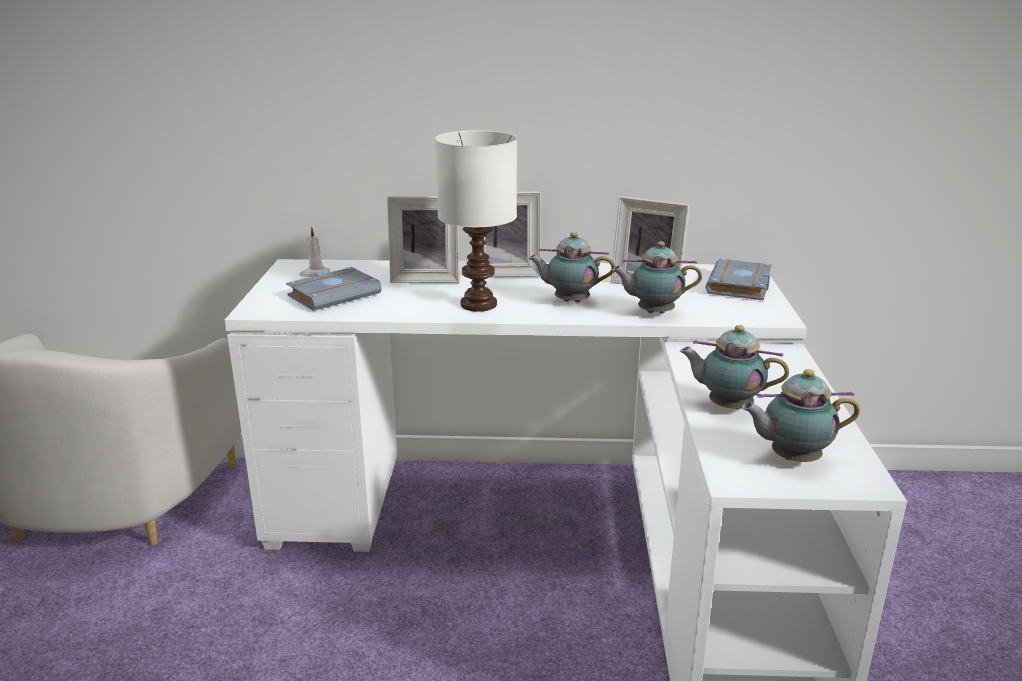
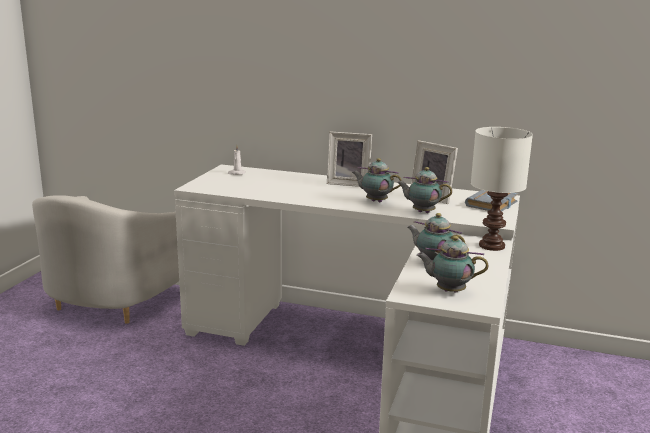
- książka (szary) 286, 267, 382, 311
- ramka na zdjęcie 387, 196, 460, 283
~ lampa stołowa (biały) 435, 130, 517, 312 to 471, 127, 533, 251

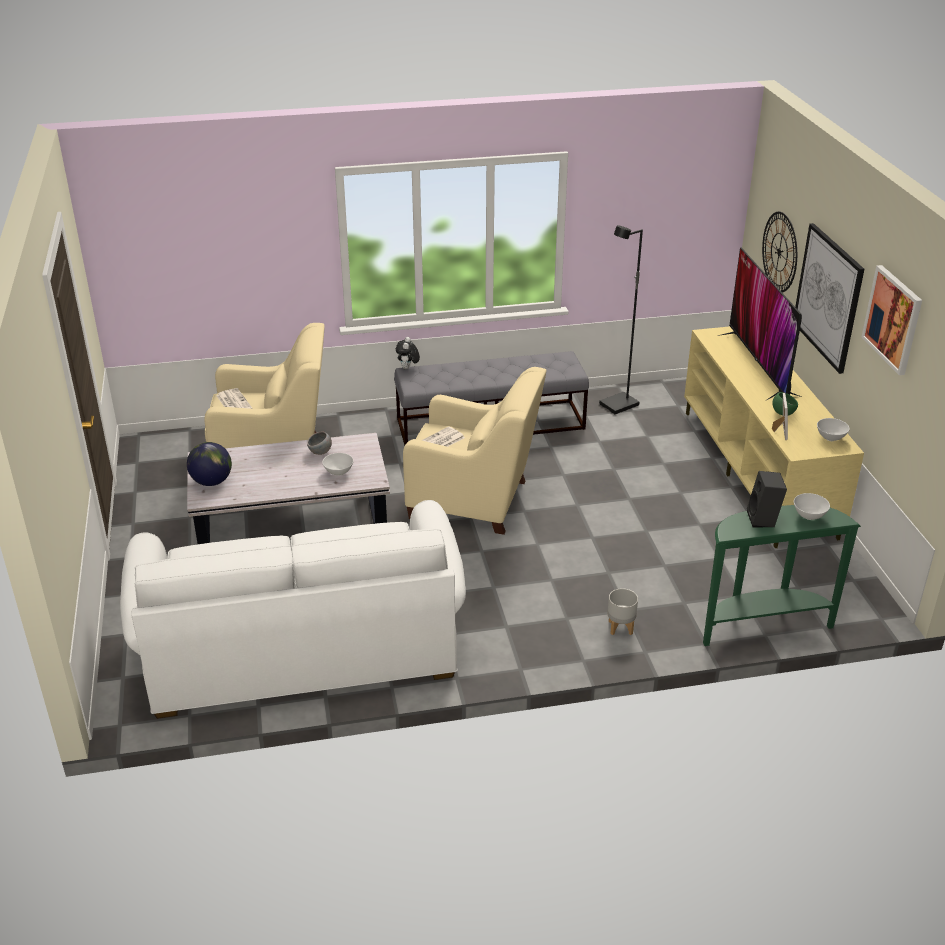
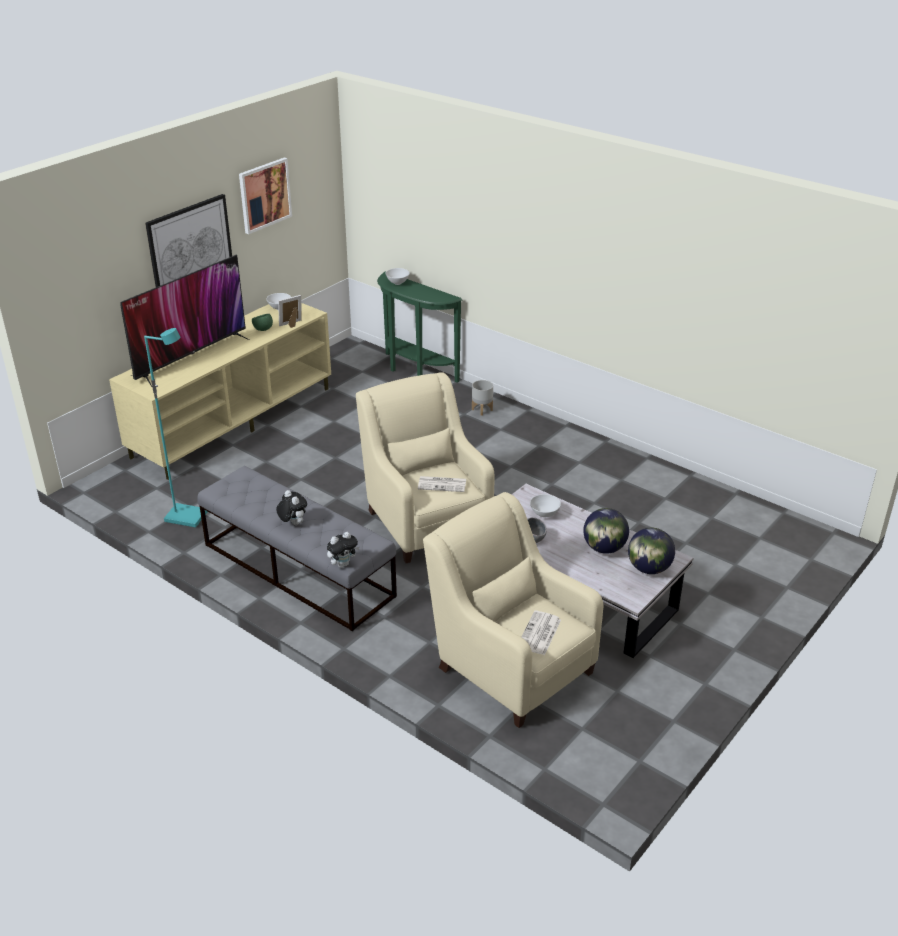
- kanapa (biały) 120, 500, 466, 719
- głośnik (czarny) 747, 471, 787, 527
- zegar ścienny 762, 212, 797, 292
+ pluszak 276, 490, 307, 525
+ globus 583, 508, 629, 554
~ lampa stojąca (czarny) 599, 225, 643, 414 to lampa stojąca (turkusowy) 144, 328, 208, 528

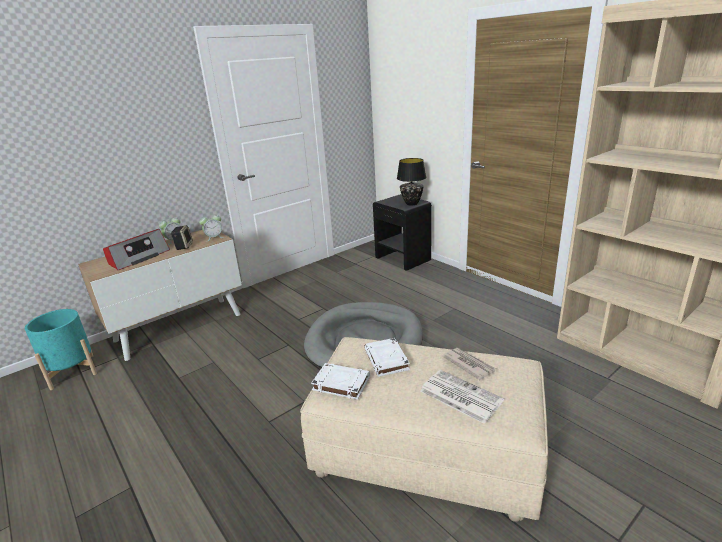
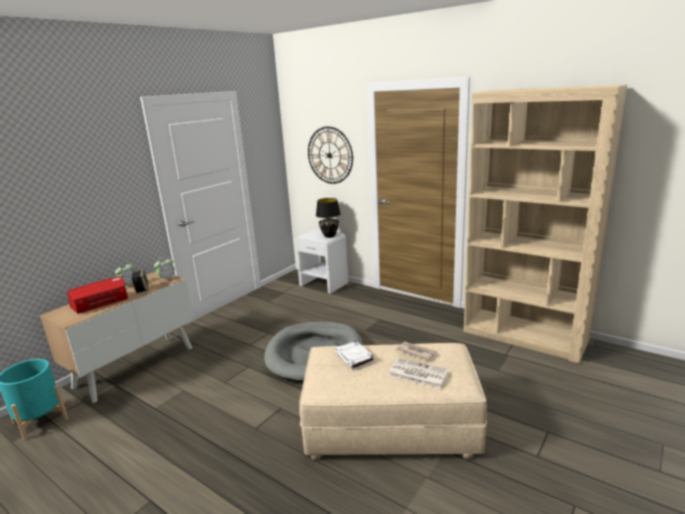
- książka (biały) 311, 363, 370, 399
+ zegar ścienny 308, 127, 353, 184
~ szafka nocna (czarny) 373, 194, 432, 271 to szafka nocna (biały) 295, 229, 349, 294
~ radio 103, 229, 170, 270 = 67, 276, 128, 314 150 degrees counterclockwise

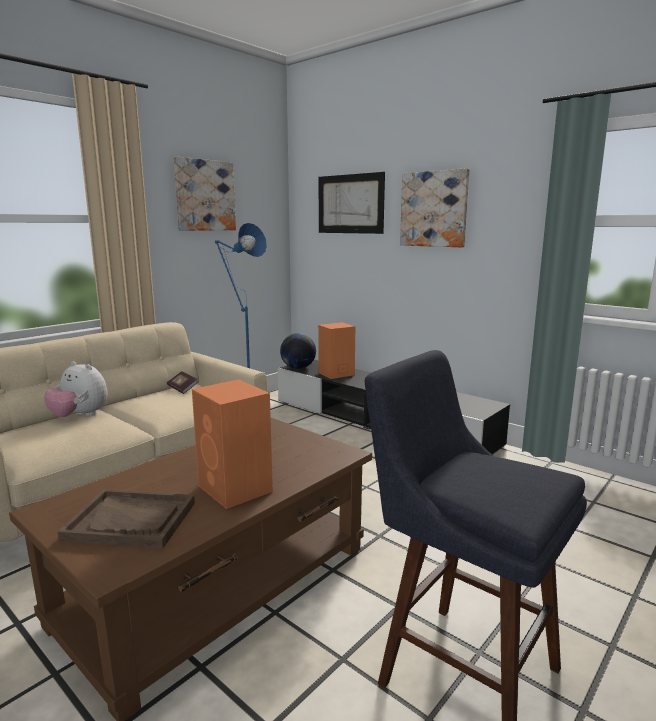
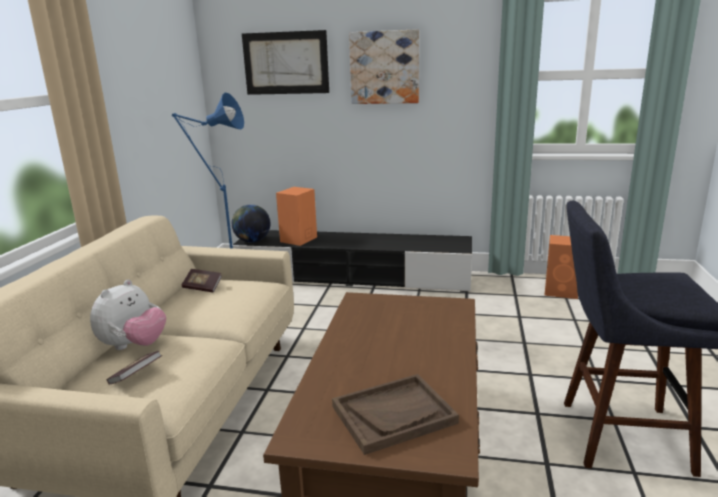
- obraz 174, 157, 236, 231
+ książka 107, 351, 162, 385
~ głośnik (pomarańczowy) 192, 379, 273, 509 to 544, 235, 578, 299
~ pluszak 44, 361, 108, 417 = 90, 280, 166, 350 60 degrees counterclockwise

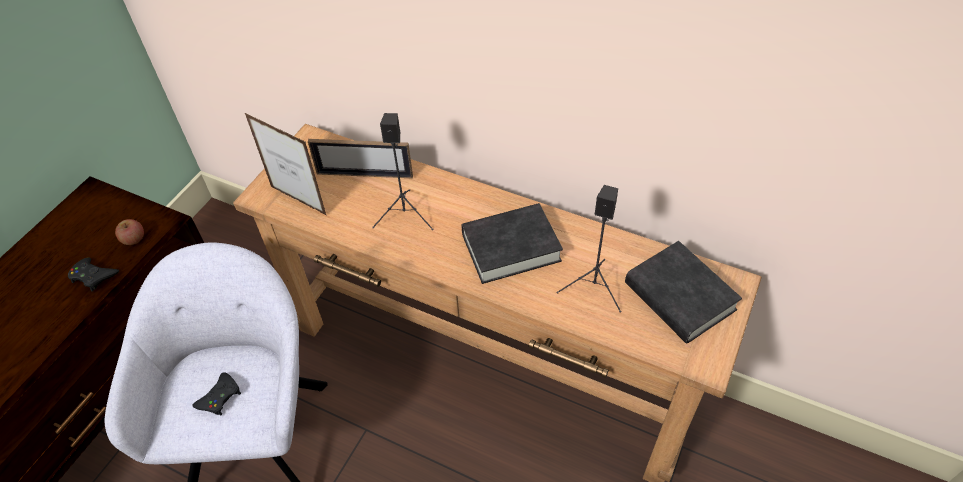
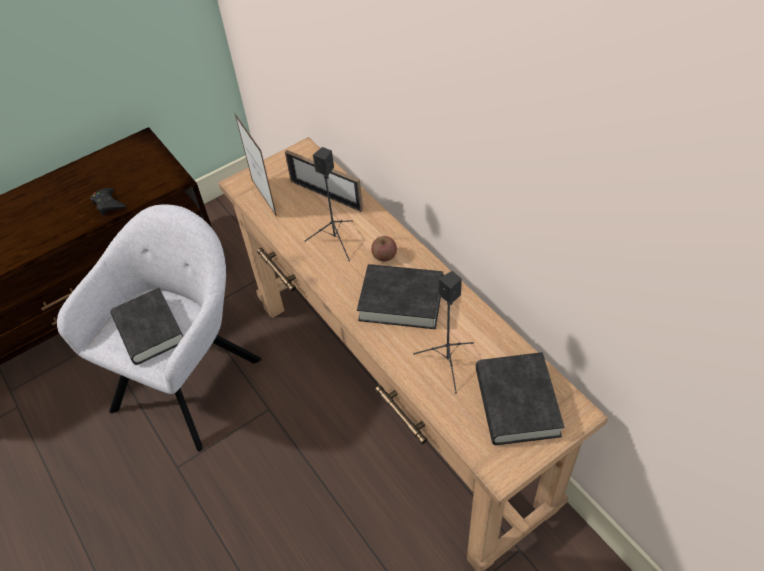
~ jabłko 115, 219, 144, 245 to 371, 236, 397, 262
~ pad do gier (czarny) 192, 372, 241, 416 to książka (czarny) 110, 288, 183, 365

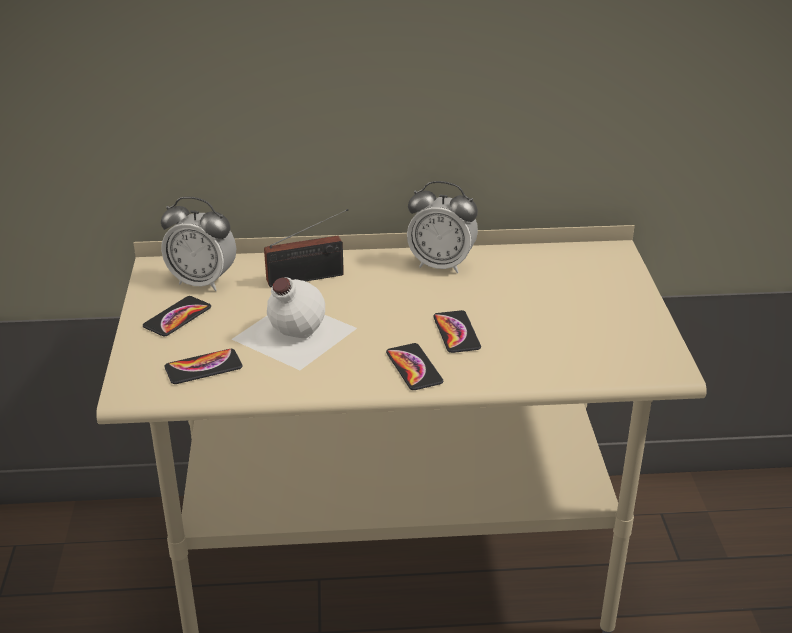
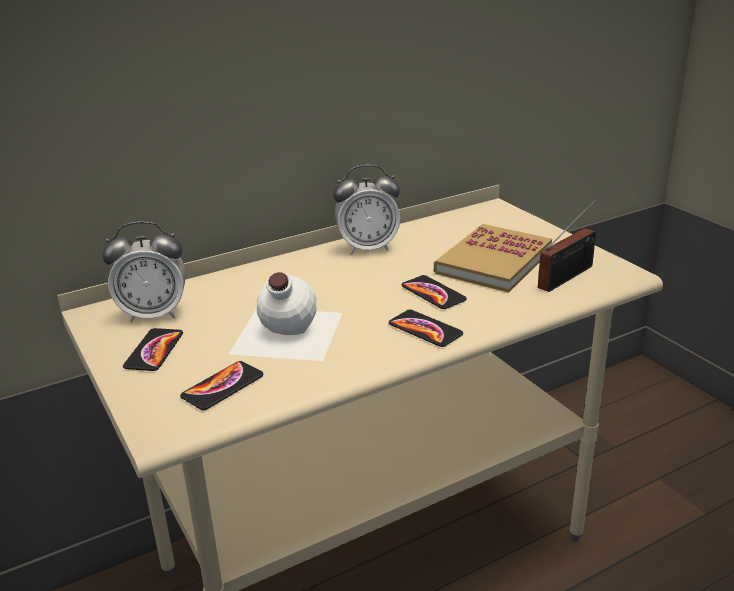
+ książka 434, 224, 552, 292
~ radio 264, 209, 348, 287 to 538, 198, 597, 292

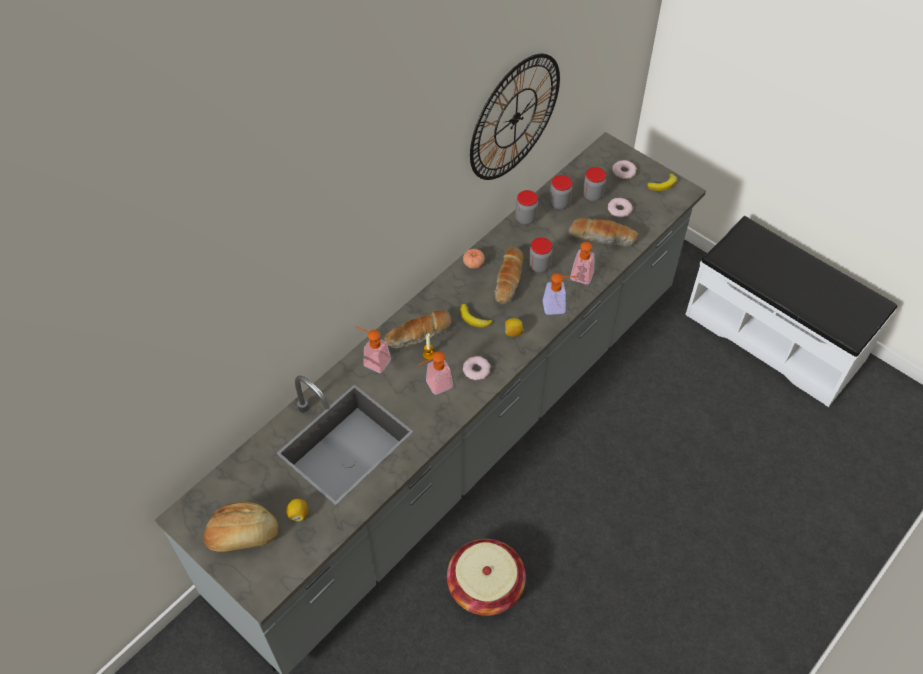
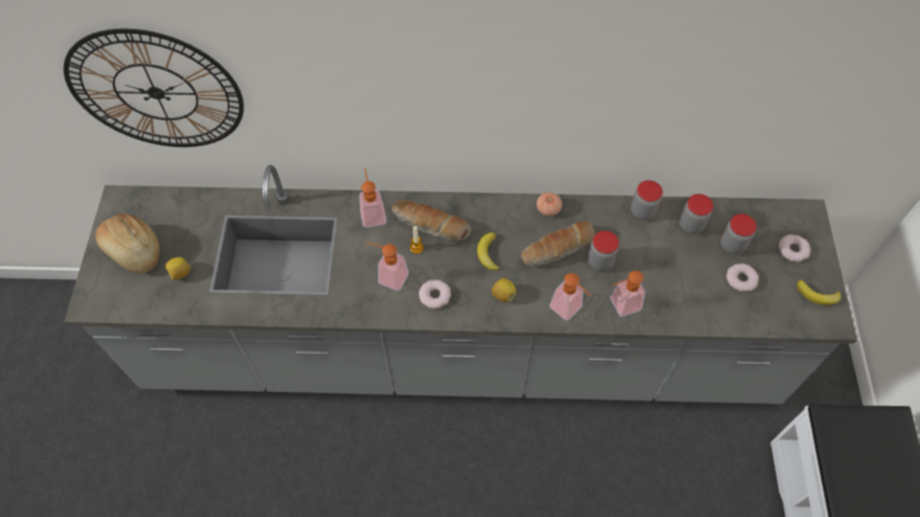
- koszyk 447, 539, 526, 616
- chleb 568, 218, 638, 247
~ zegar ścienny 470, 54, 560, 180 to 63, 29, 244, 147

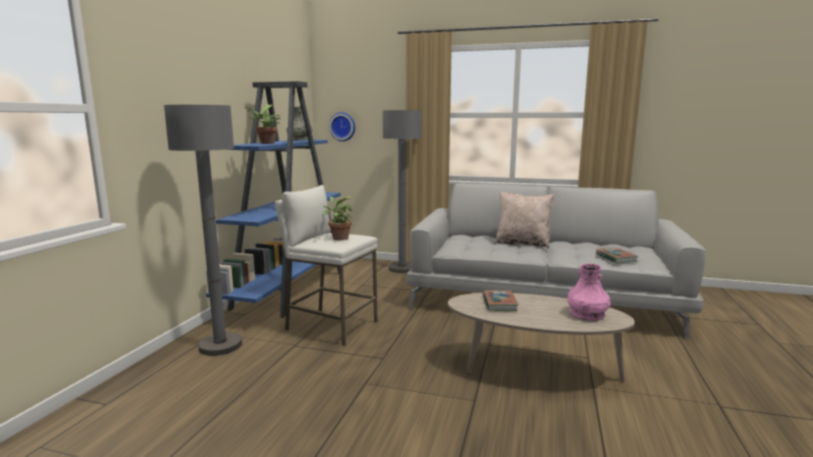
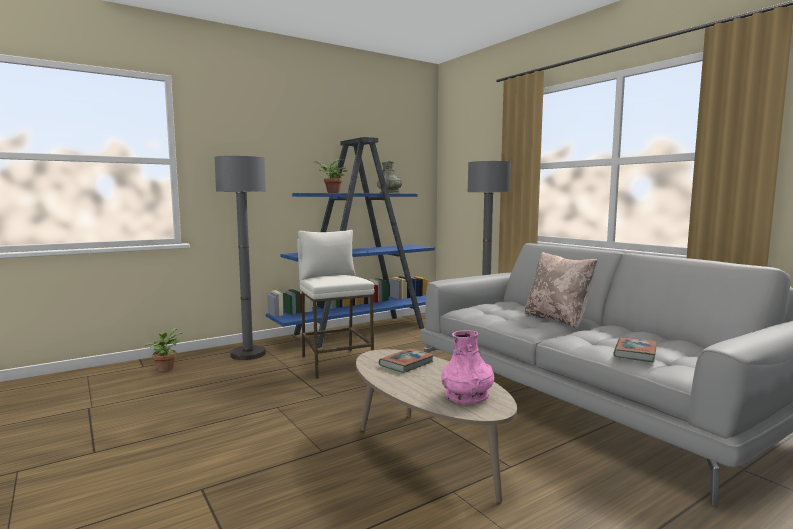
- zegar ścienny 329, 112, 355, 141
~ roślina doniczkowa 322, 197, 354, 240 to 145, 328, 182, 372

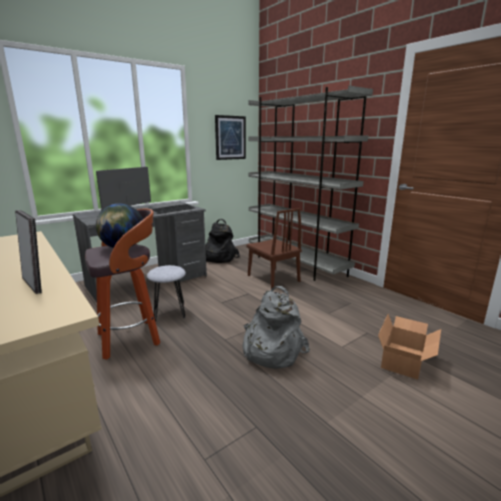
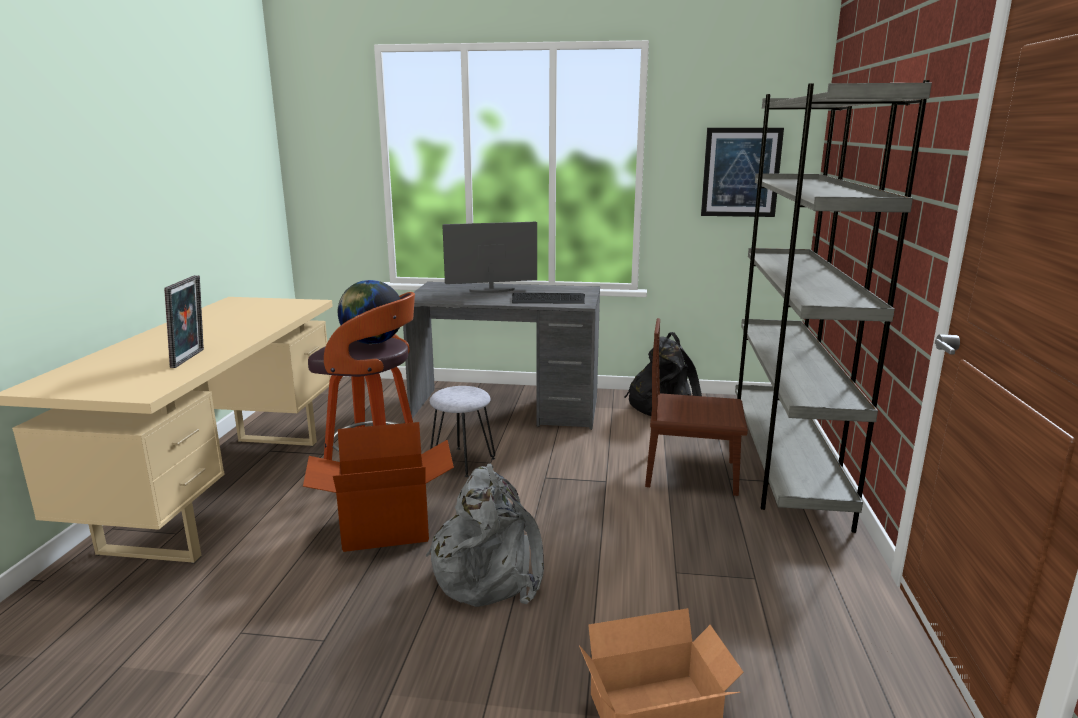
+ karton 303, 422, 454, 552
~ krzesło (brązowy) 247, 208, 302, 289 = 645, 318, 748, 496 90 degrees clockwise

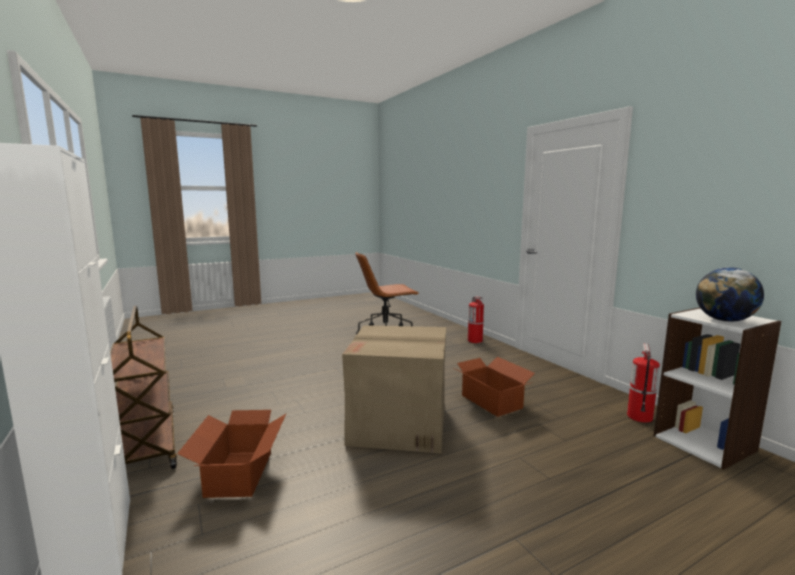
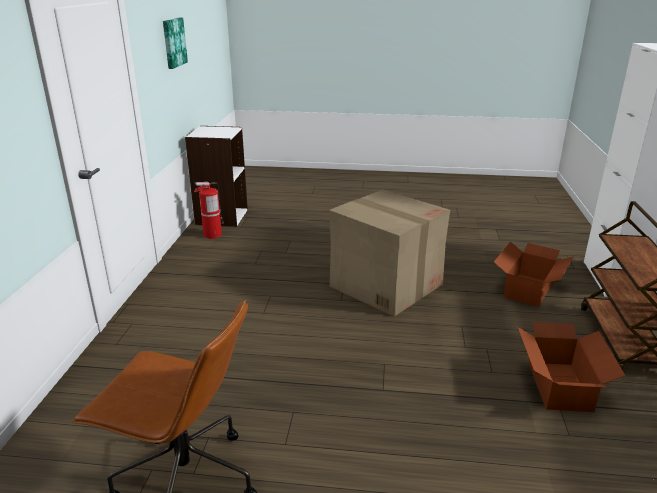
- gaśnica 468, 297, 484, 343
- globus 696, 267, 764, 322
+ obraz 163, 18, 188, 69
~ karton 452, 357, 535, 417 to 518, 322, 626, 412

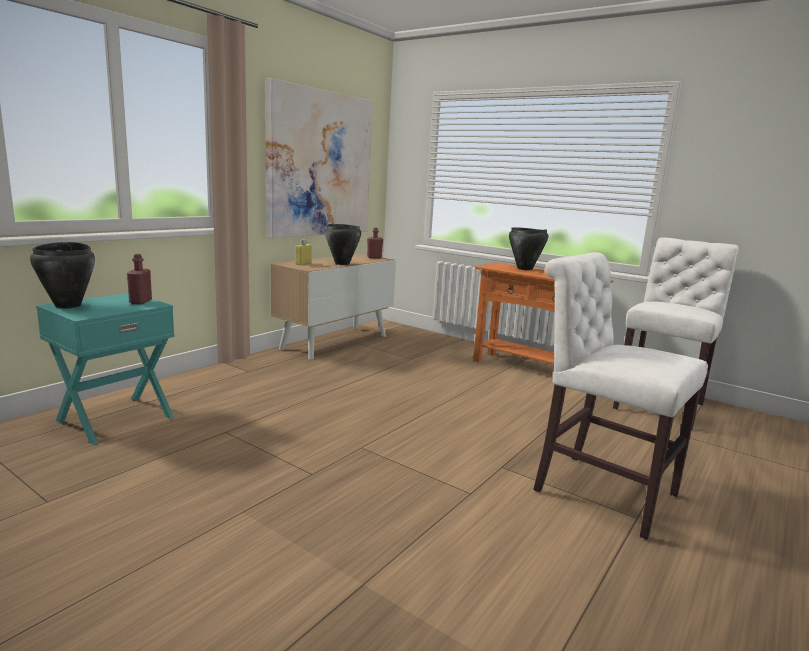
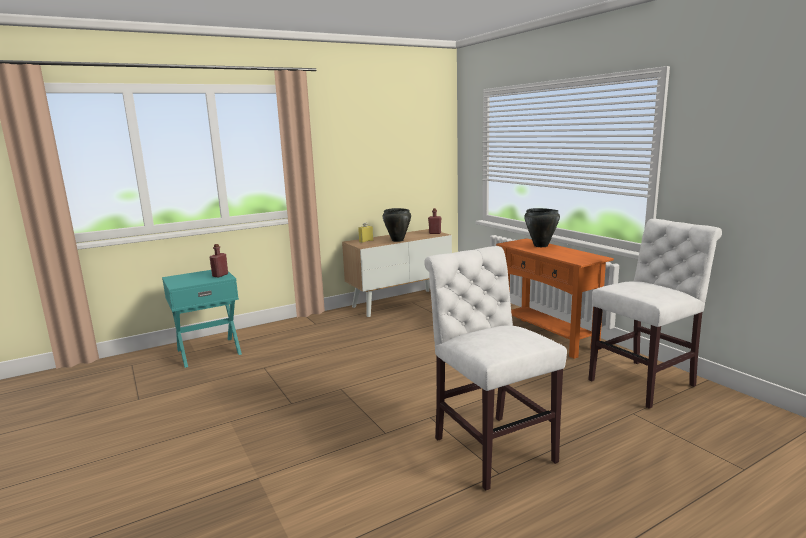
- garnek (czarny) 30, 242, 95, 309
- obraz 265, 78, 373, 238

